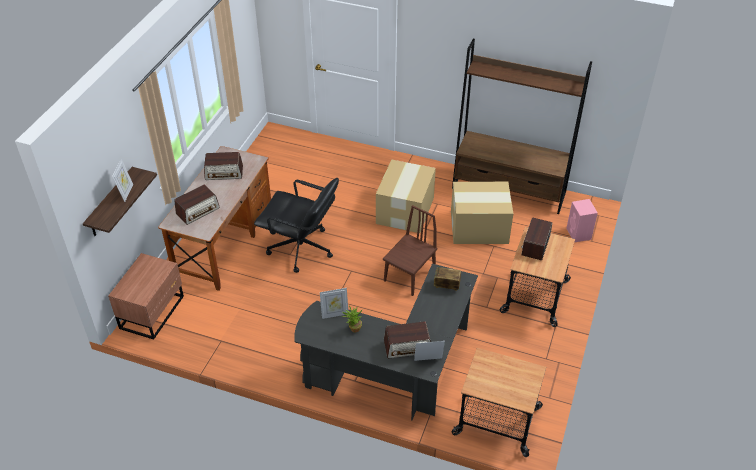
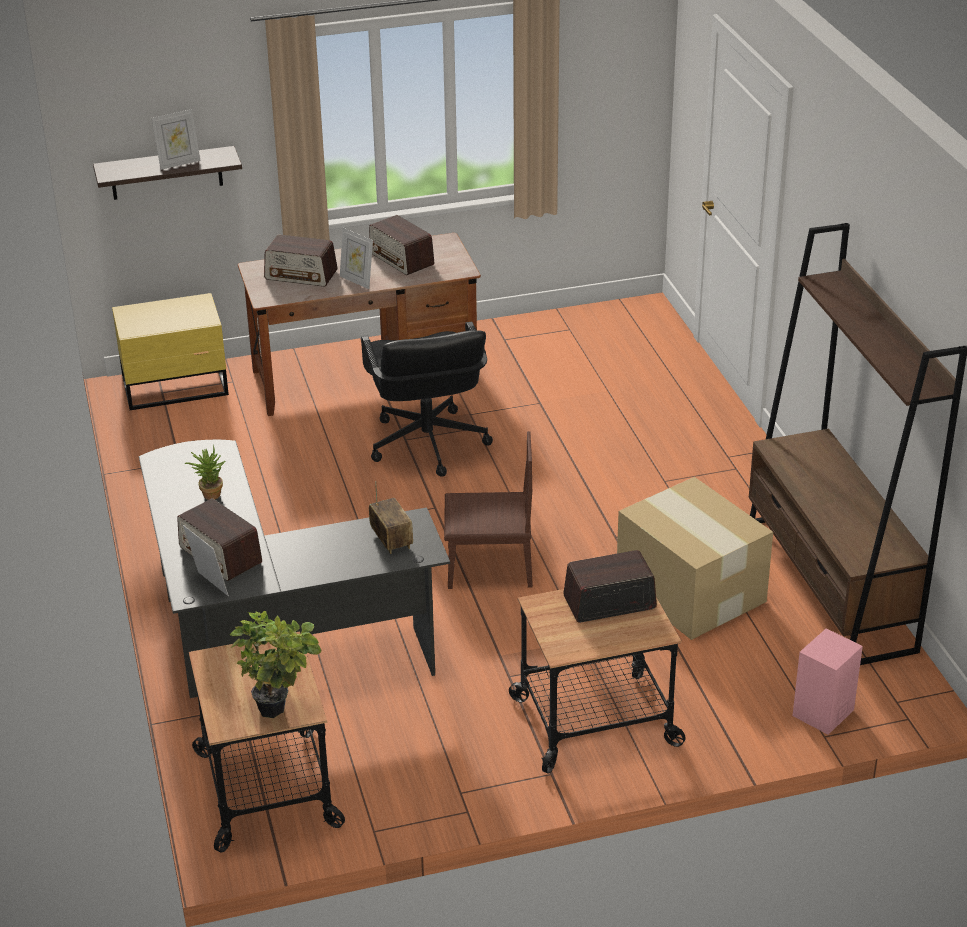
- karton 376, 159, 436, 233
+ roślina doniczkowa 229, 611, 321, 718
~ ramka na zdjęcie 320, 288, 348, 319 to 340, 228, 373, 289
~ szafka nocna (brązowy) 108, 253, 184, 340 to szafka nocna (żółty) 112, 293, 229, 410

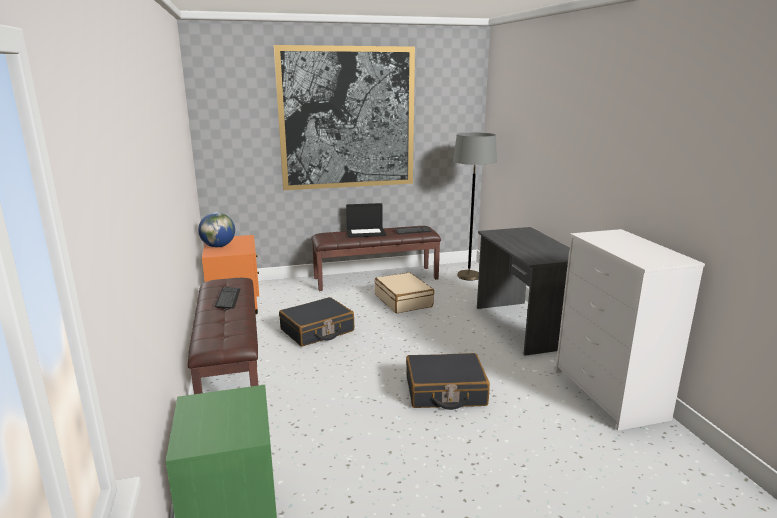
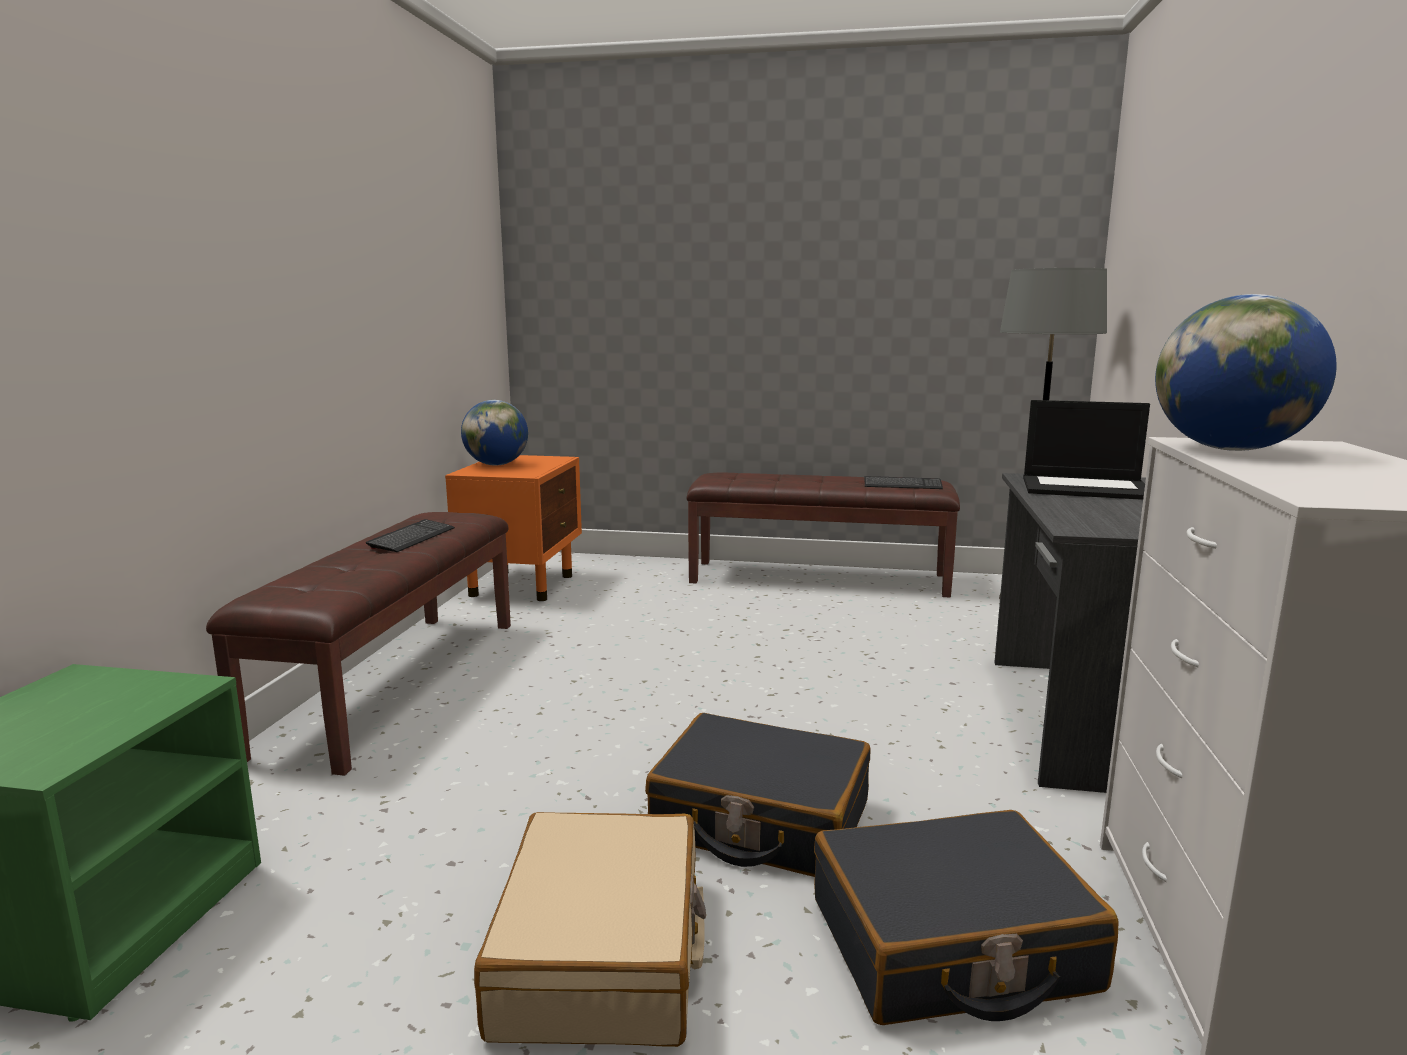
- obraz 274, 45, 415, 190
+ globus 1155, 294, 1336, 451
~ walizka (czarny) 279, 297, 354, 347 to 814, 810, 1118, 1025
~ laptop 346, 203, 386, 238 to 1023, 400, 1150, 500
~ walizka (beżowy) 375, 272, 434, 313 to 474, 812, 706, 1047

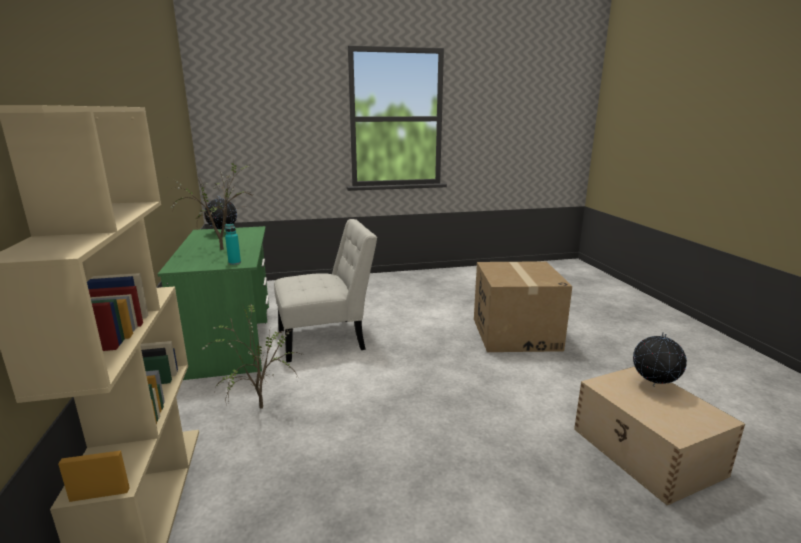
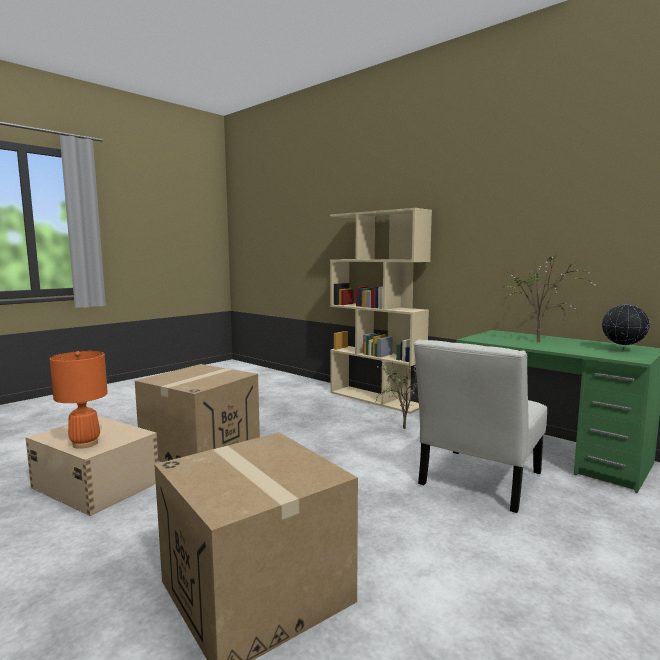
- butelka (turkusowy) 225, 224, 241, 265
+ karton 135, 364, 260, 462
~ globus 633, 332, 687, 387 to lampa stołowa (pomarańczowy) 50, 351, 108, 449

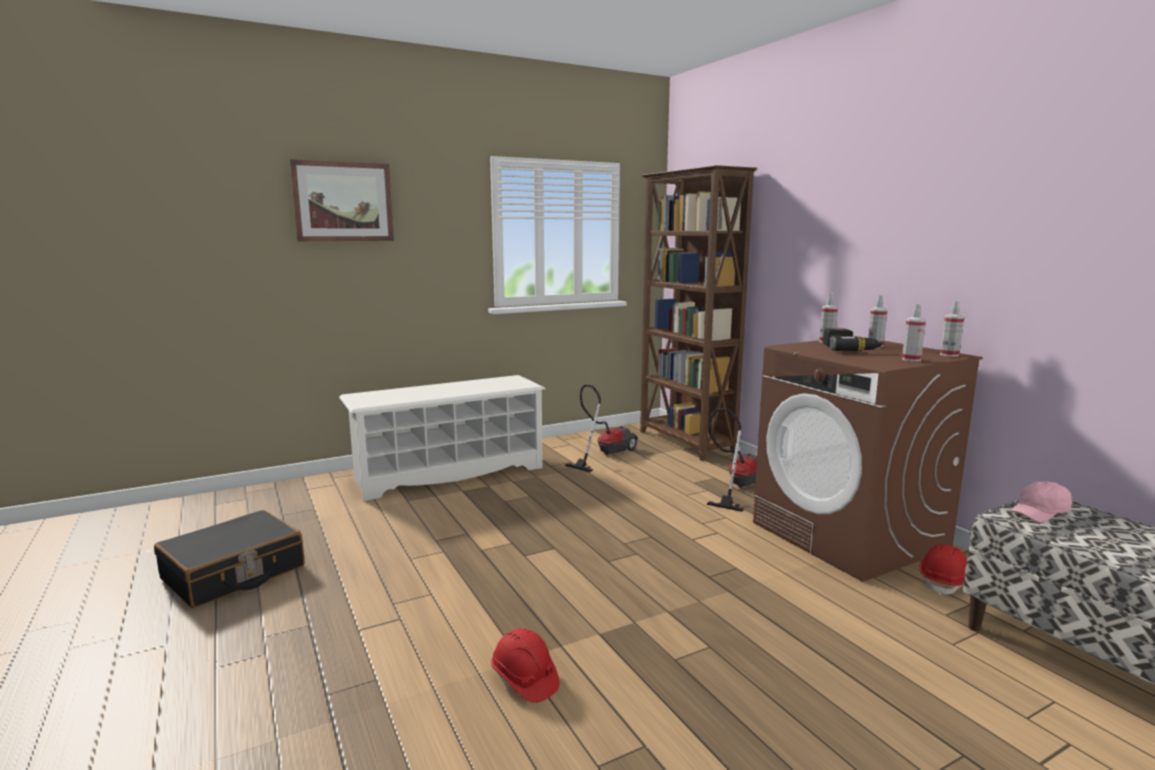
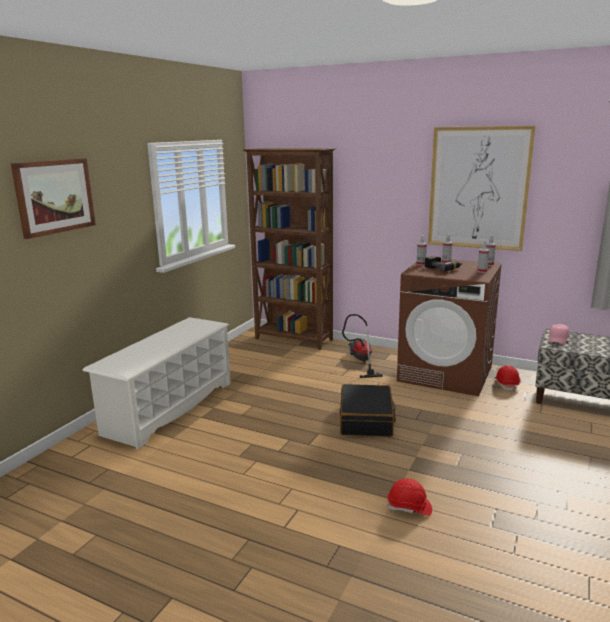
- odkurzacz 565, 384, 638, 472
+ obraz 428, 126, 536, 251
~ walizka (czarny) 154, 510, 305, 608 to 340, 384, 396, 437

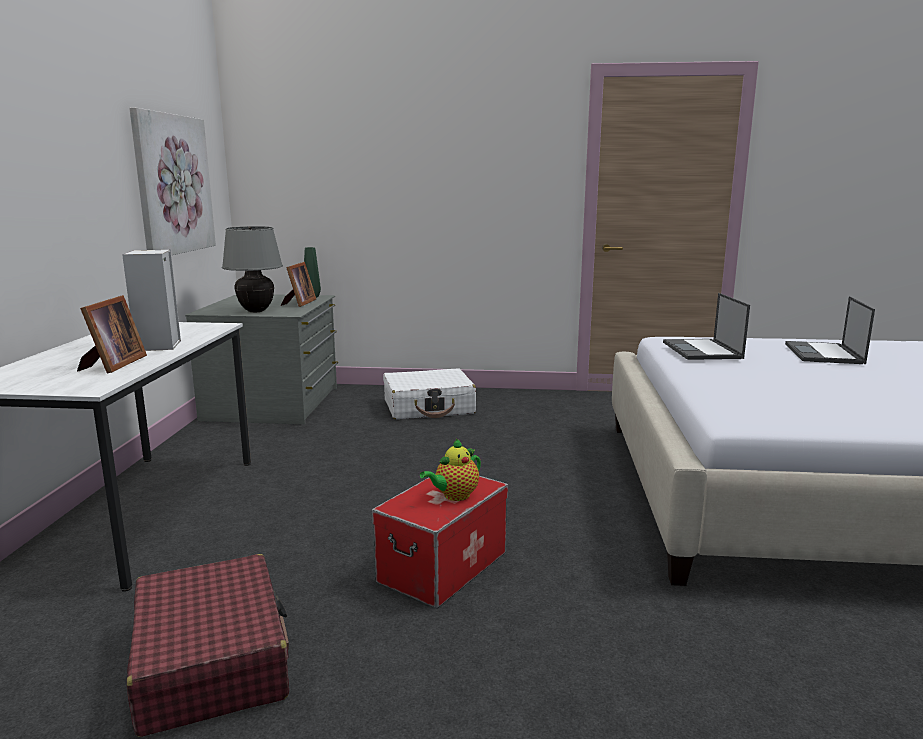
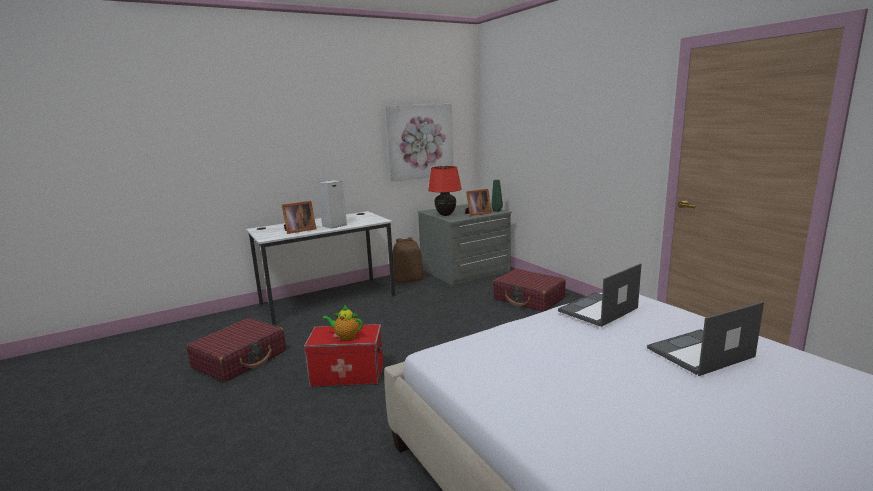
+ plecak (brązowy) 393, 237, 424, 283
~ lampa stołowa (szary) 222, 226, 283, 312 to lampa stołowa (czerwony) 428, 166, 462, 216
~ walizka (biały) 383, 368, 476, 419 to walizka (czerwony) 493, 268, 566, 312

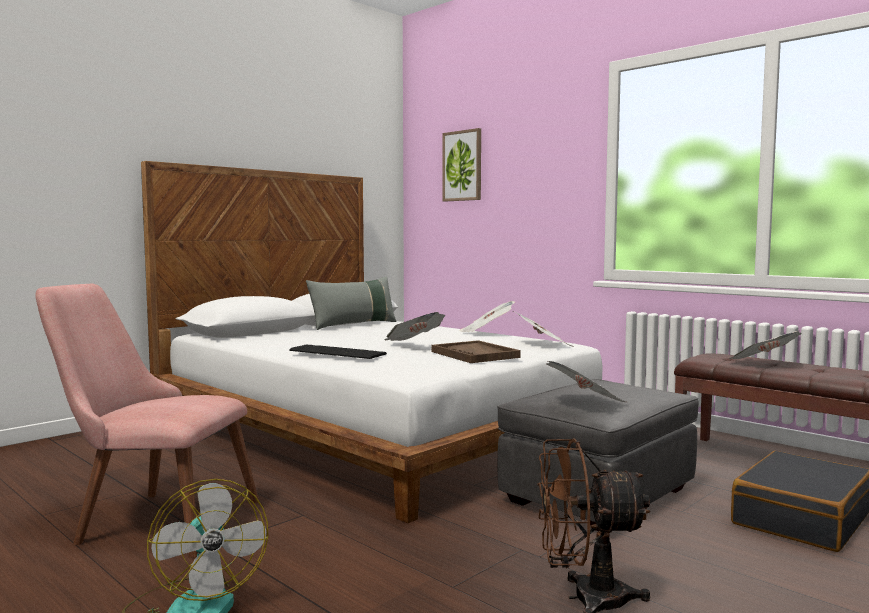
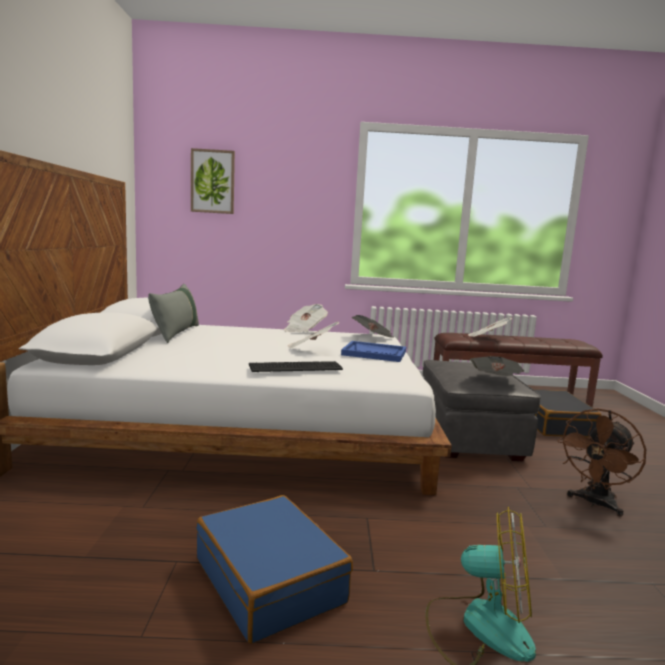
~ krzesło (różowy) 35, 284, 259, 558 to walizka (niebieski) 196, 495, 353, 643
~ taca (brązowy) 431, 340, 521, 363 to taca (niebieski) 341, 341, 406, 362

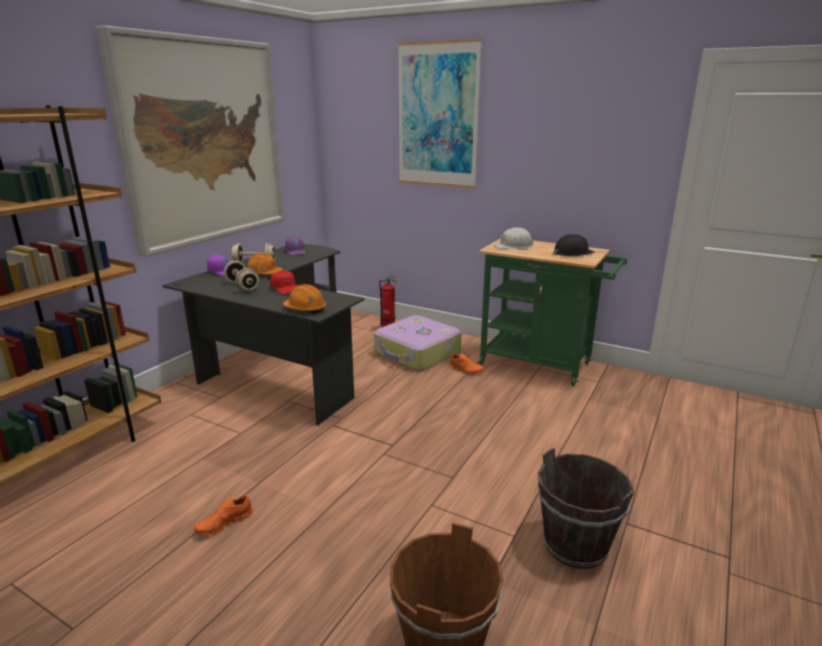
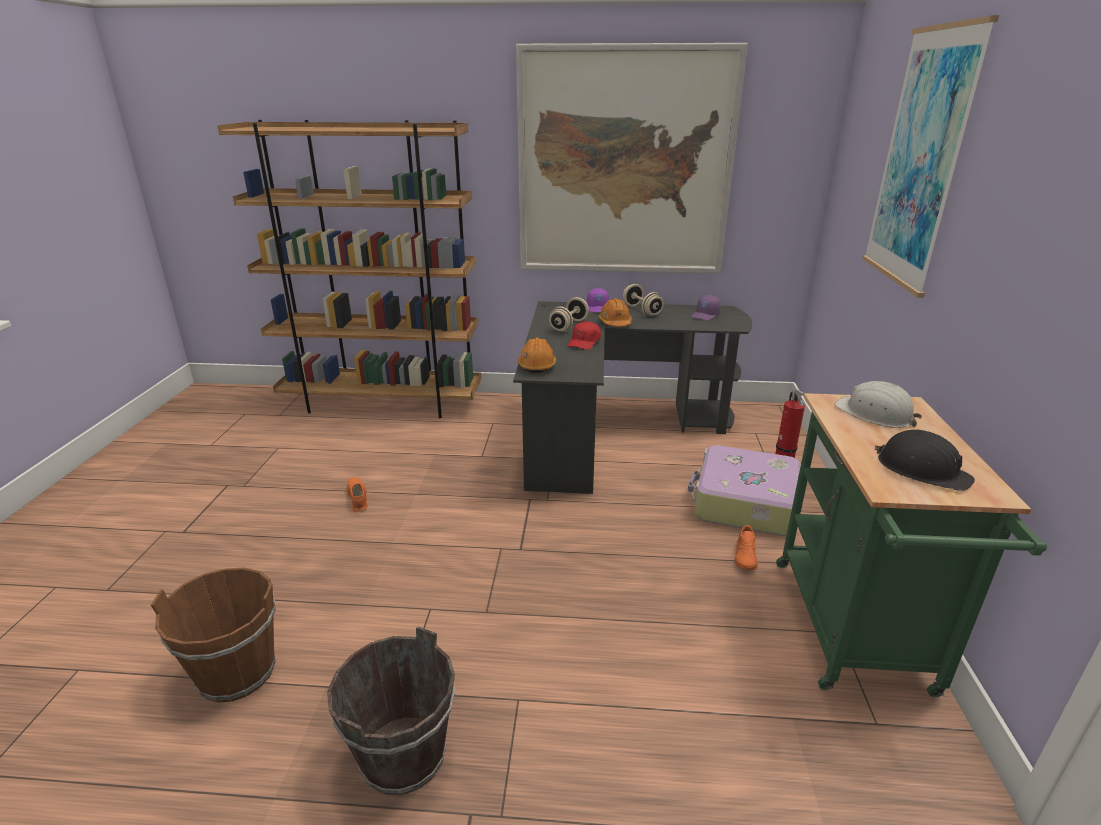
~ but (pomarańczowy) 194, 495, 253, 536 = 347, 477, 368, 512 45 degrees clockwise

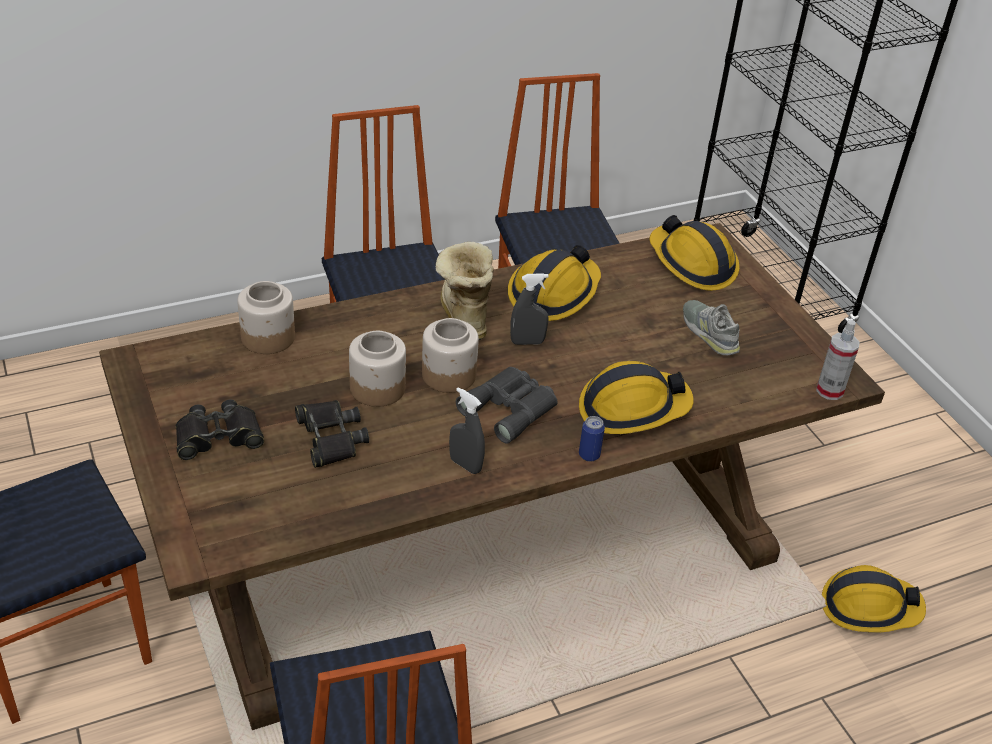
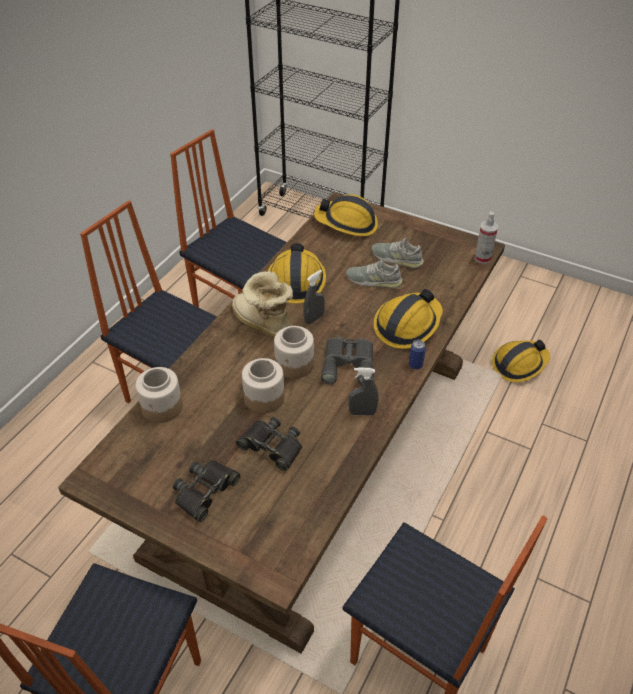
+ but (szary) 346, 258, 402, 288

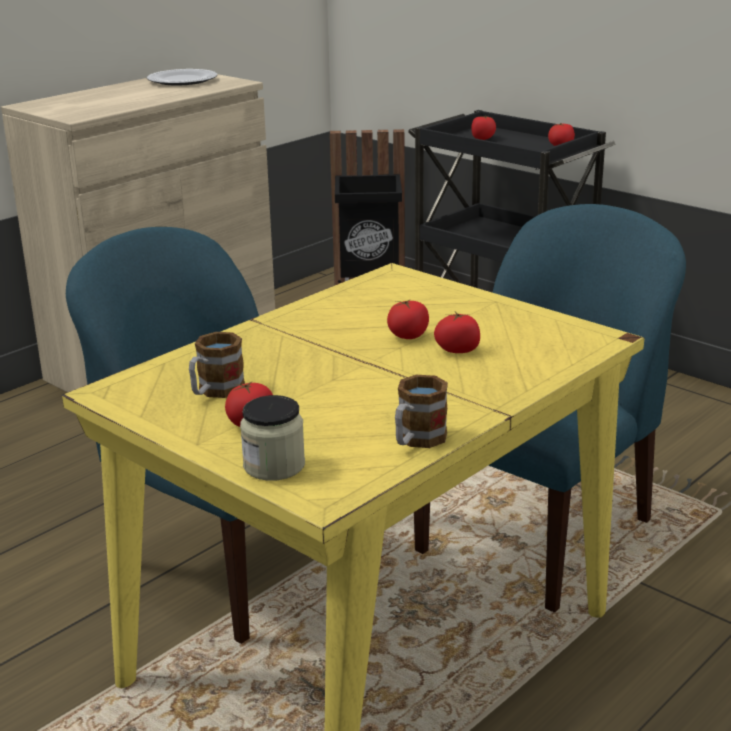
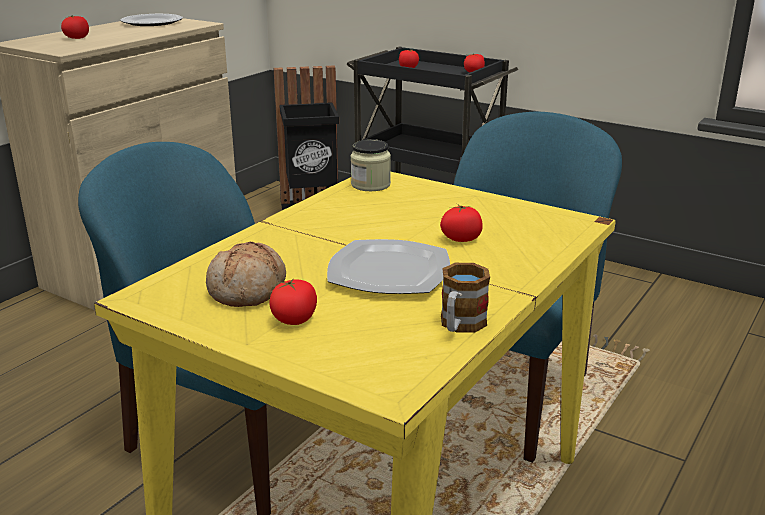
+ talerz 327, 239, 450, 294
~ słoik 240, 395, 305, 481 to 351, 139, 391, 191
~ pomidor 387, 300, 429, 339 to 61, 15, 89, 39
~ kubek 189, 332, 245, 398 to chleb 206, 242, 286, 307

